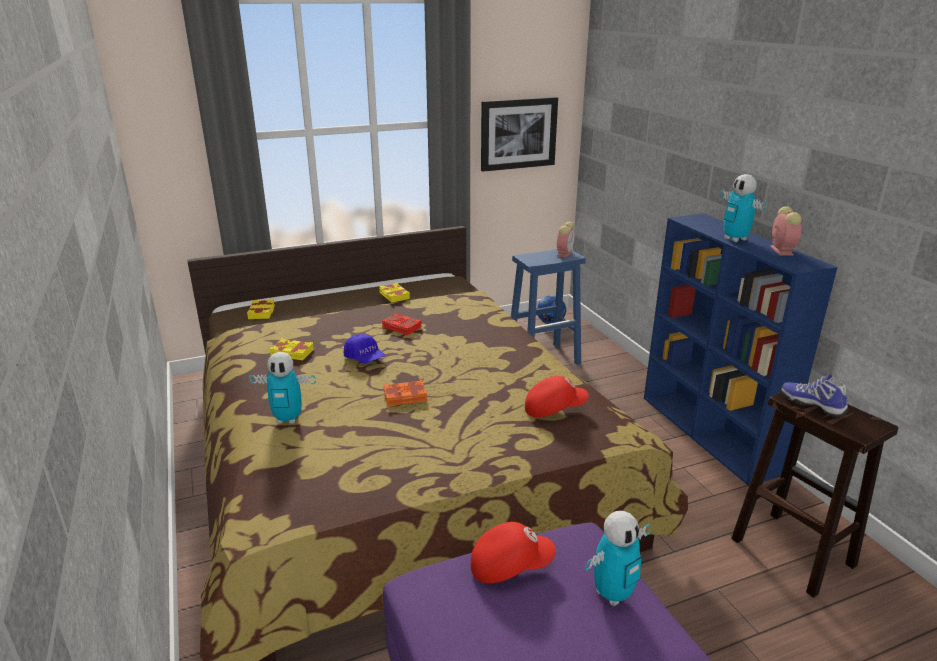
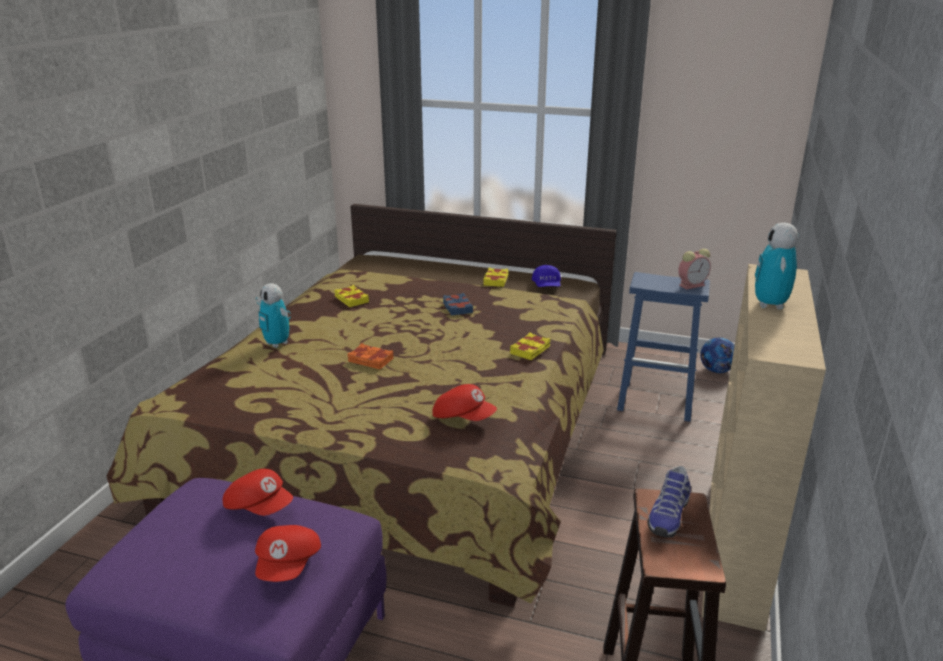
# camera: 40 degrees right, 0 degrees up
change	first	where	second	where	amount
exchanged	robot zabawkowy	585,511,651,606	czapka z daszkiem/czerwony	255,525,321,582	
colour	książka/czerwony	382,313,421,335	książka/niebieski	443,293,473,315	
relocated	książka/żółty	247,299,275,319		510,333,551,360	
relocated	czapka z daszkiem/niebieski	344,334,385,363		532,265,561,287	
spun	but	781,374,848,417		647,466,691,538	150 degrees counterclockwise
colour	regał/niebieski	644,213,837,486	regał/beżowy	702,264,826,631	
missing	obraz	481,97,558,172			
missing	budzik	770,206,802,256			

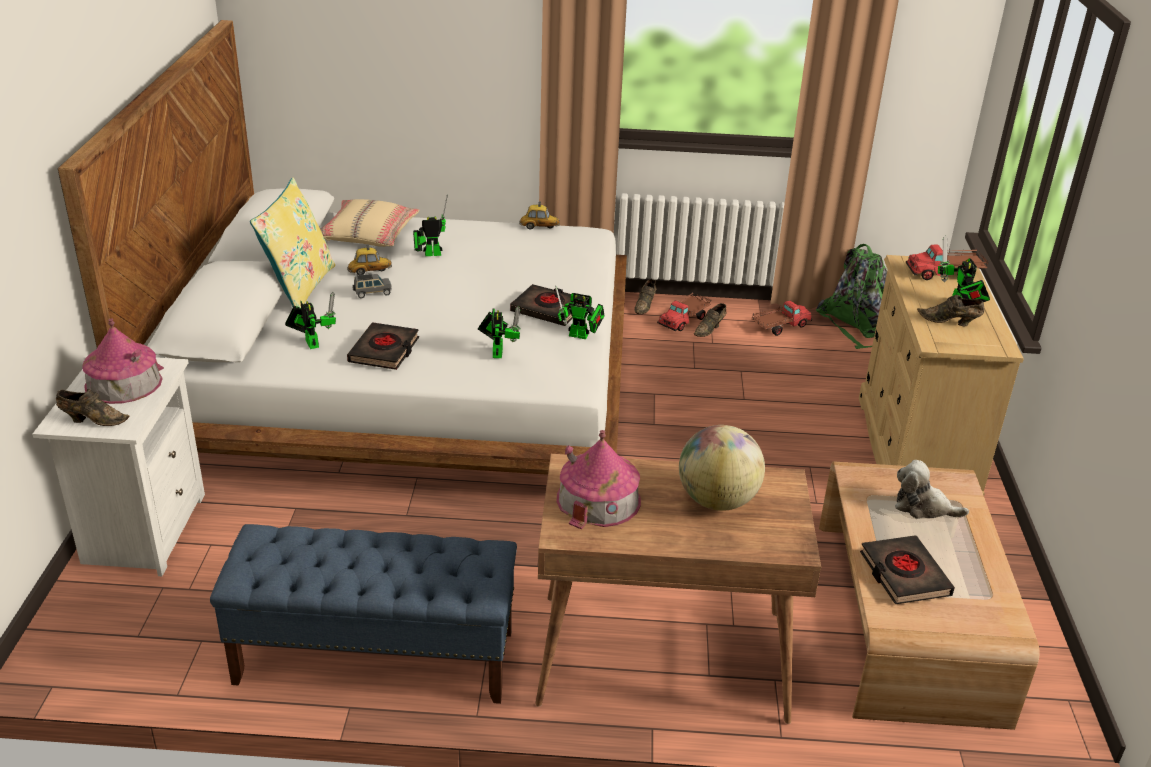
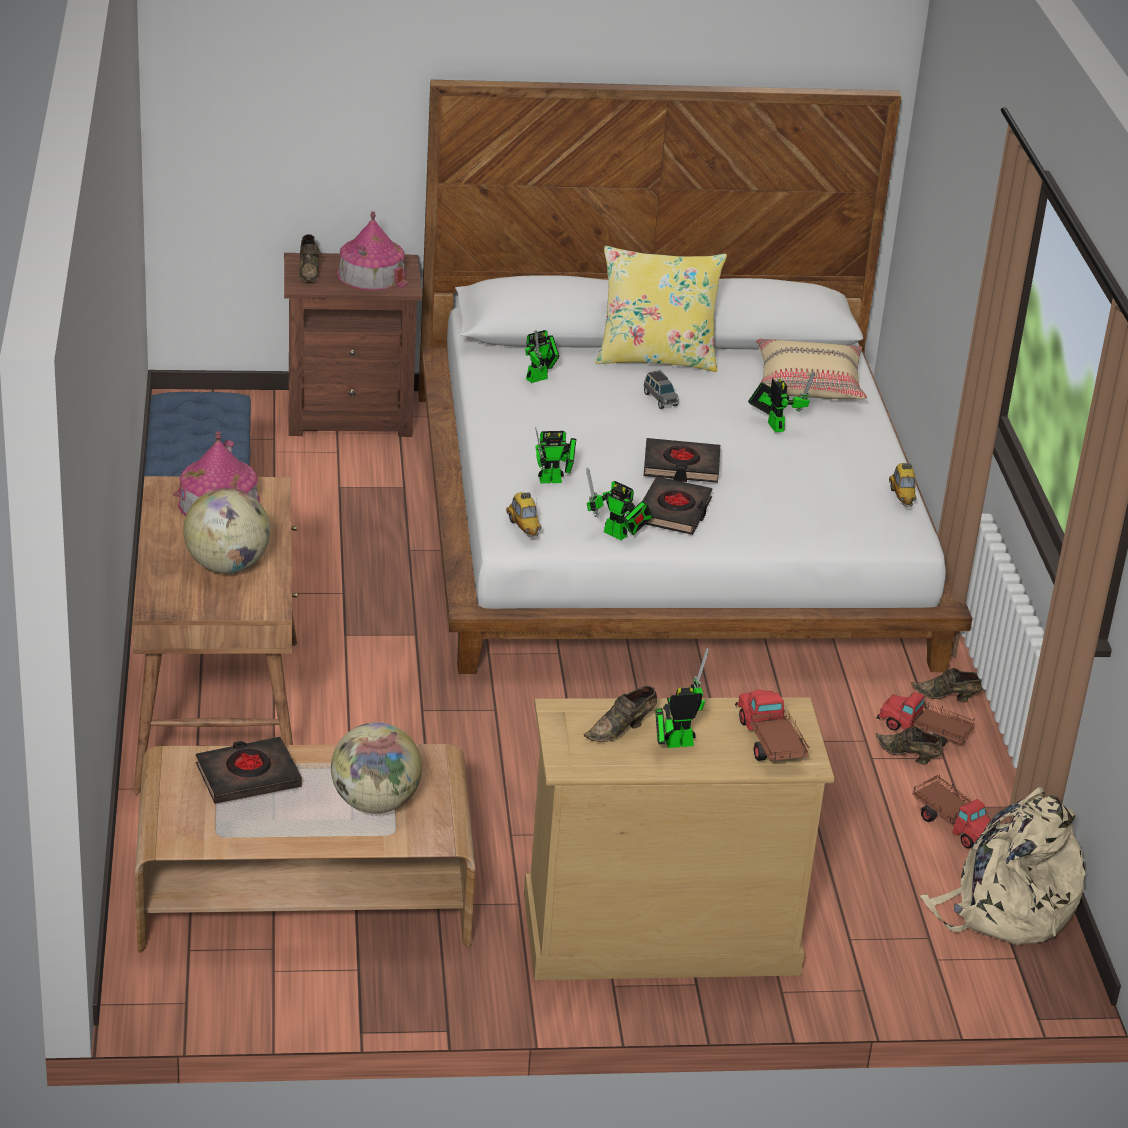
# camera: 80 degrees right, 0 degrees up
change	first	where	second	where	amount
colour	szafka nocna/biały	32,357,205,576	szafka nocna/brązowy	284,253,422,437	
exchanged	pluszak	895,460,969,519	globus	331,722,422,814	
relocated	samochodzik	347,244,392,275		506,492,542,538	
spun	but/brązowy	917,295,984,326		584,686,657,742	135 degrees counterclockwise
spun	robot zabawkowy	556,286,605,339		586,468,652,540	60 degrees counterclockwise
relocated	książka/czarny	347,322,419,370		644,438,720,483	
colour	plecak/zielony	816,244,887,349	plecak/beżowy	920,787,1086,945	

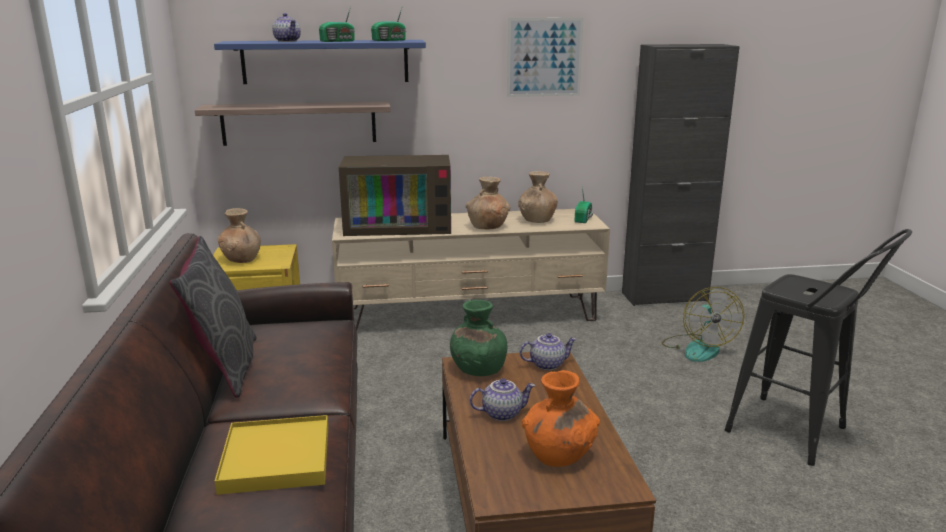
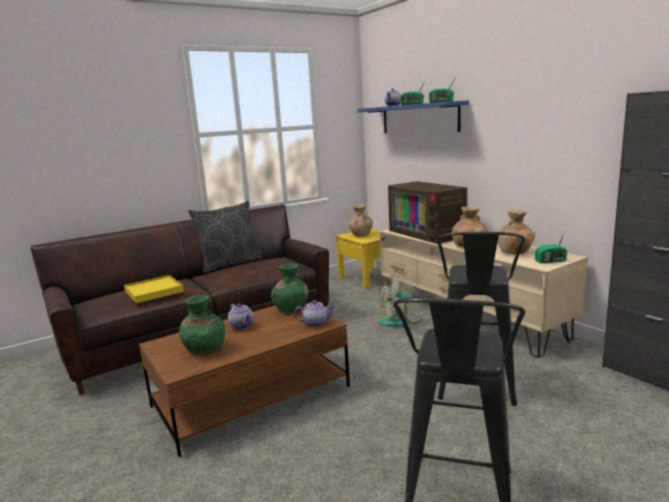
# camera: 65 degrees right, 5 degrees down
change	first	where	second	where	amount
colour	wazon/pomarańczowy	522,370,600,467	wazon/zielony	179,295,225,354	
spun	imbryk	520,333,577,370		294,300,336,327	60 degrees counterclockwise
relocated	wentylator	662,287,744,362		378,276,422,327	
appeared			stołek/czarny	437,232,525,406	
missing	półka	195,102,391,146			
missing	obraz	507,18,584,97			

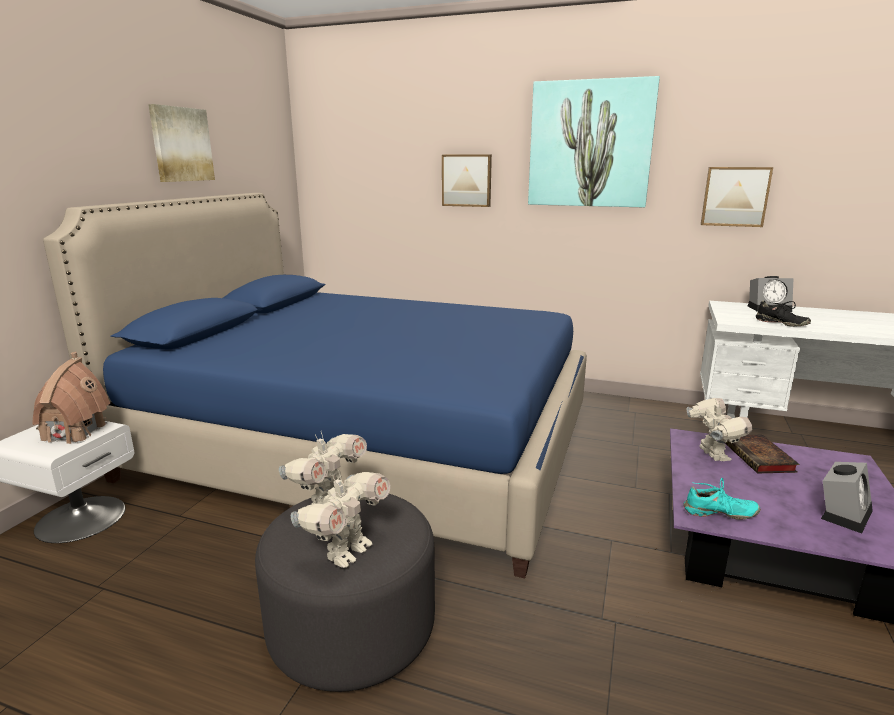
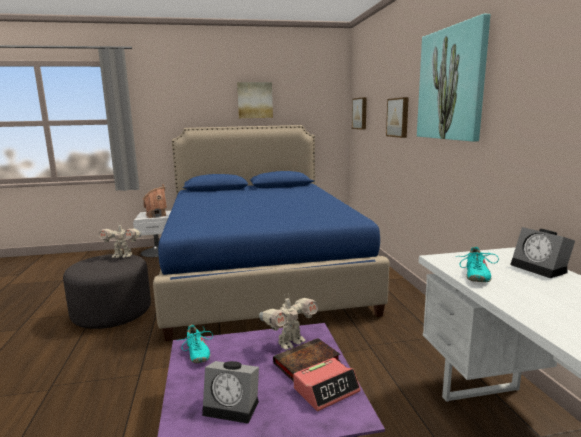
# camera: 60 degrees right, 5 degrees down
change	first	where	second	where	amount
appeared			budzik	293,358,361,411	
relocated	obraz	701,167,773,227		352,97,367,130	
colour	but/czarny	756,300,811,327	but/turkusowy	456,246,499,282	
missing	robot zabawkowy	291,470,390,568			

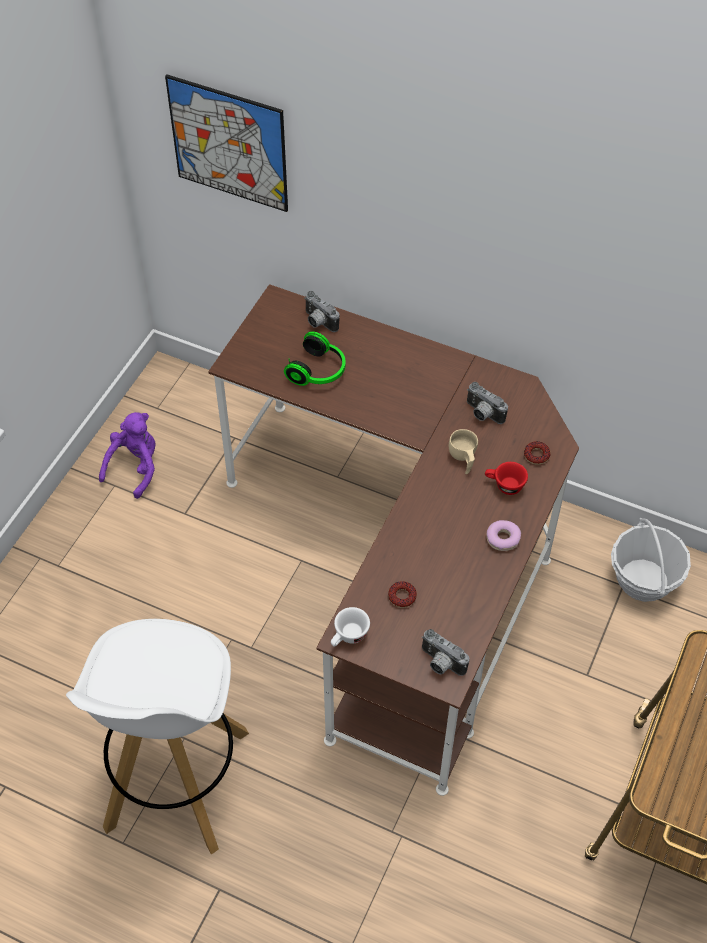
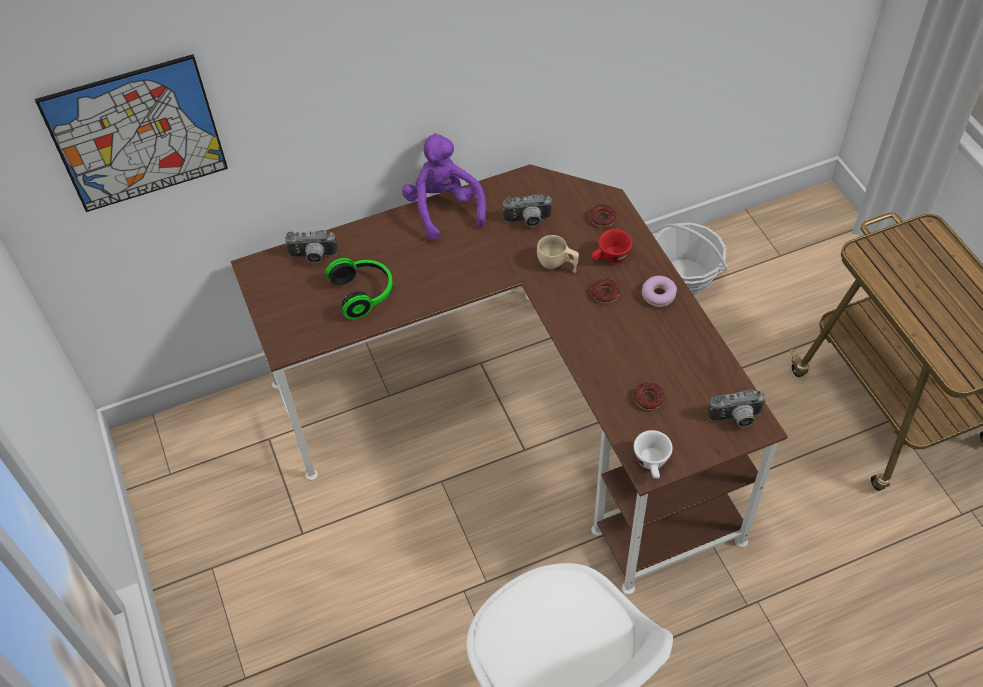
# camera: 45 degrees left, 0 degrees up
change	first	where	second	where	amount
relocated	pluszak/fioletowy	99,412,156,499		402,133,486,241	
appeared			donut	592,279,620,303	

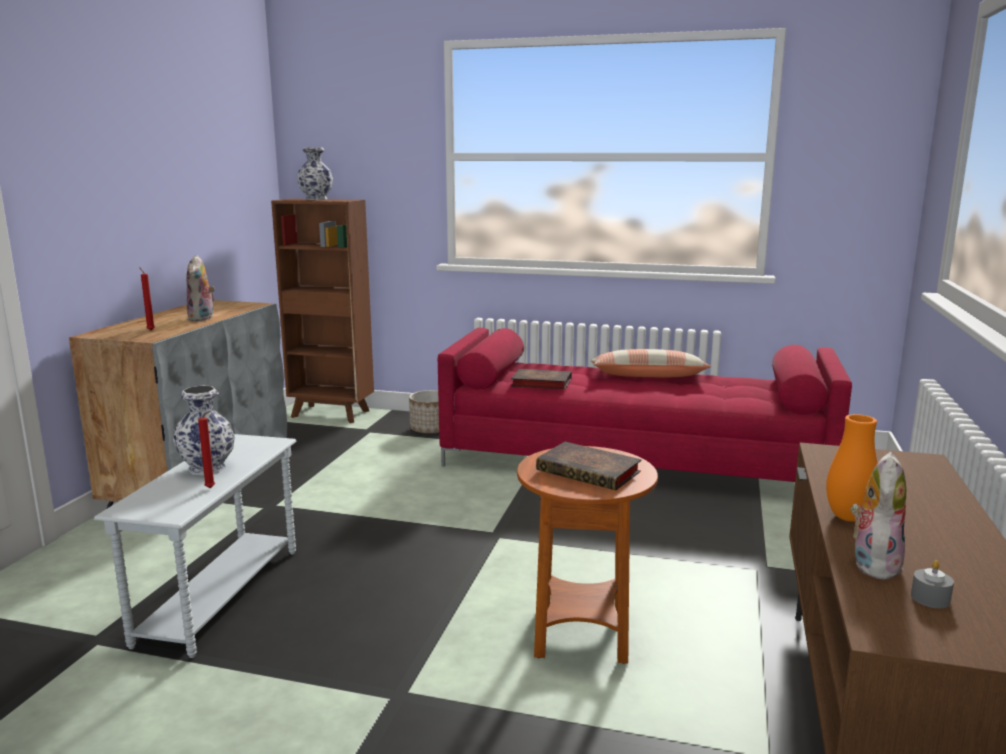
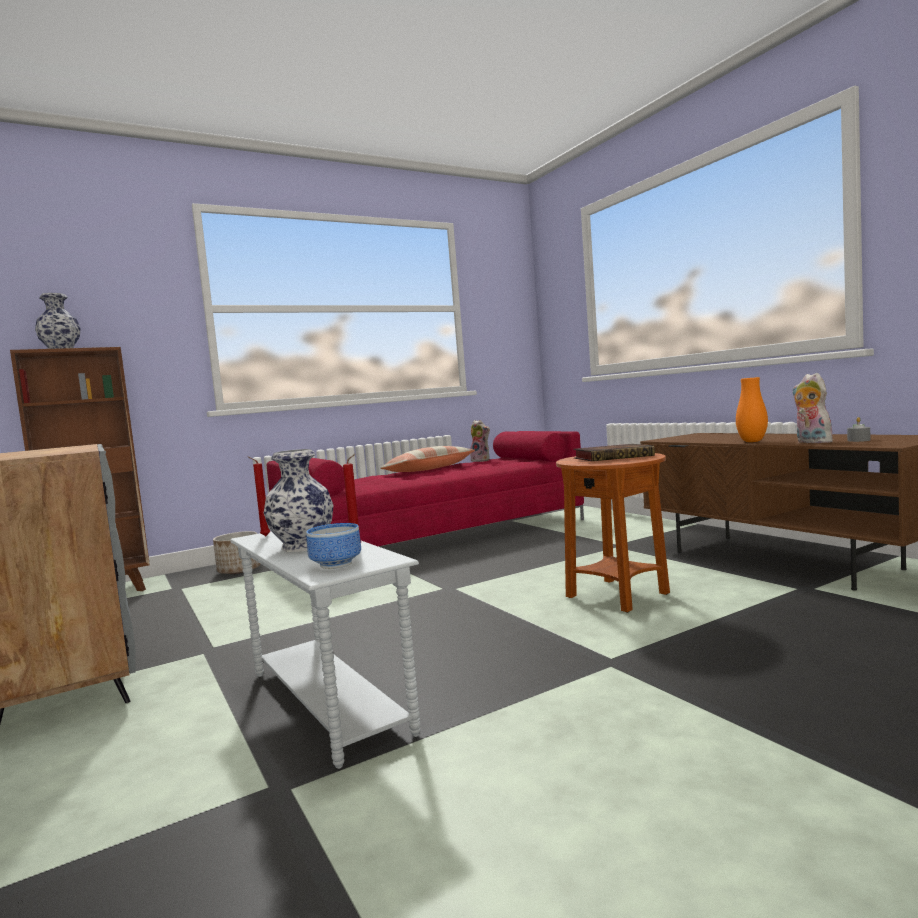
# camera: 45 degrees left, 10 degrees down
change	first	where	second	where	amount
relocated	świeca/czerwony	139,267,155,330		248,457,270,536	
appeared			miska	306,523,361,569	
relocated	pluszak	186,255,215,322		470,420,490,462	
missing	książka	511,369,572,389			

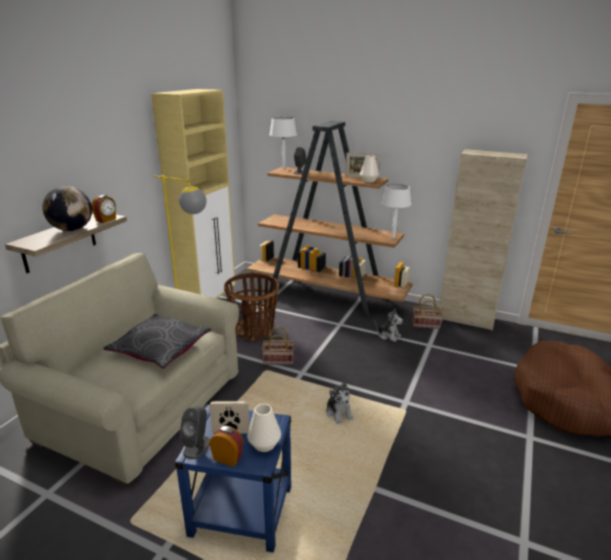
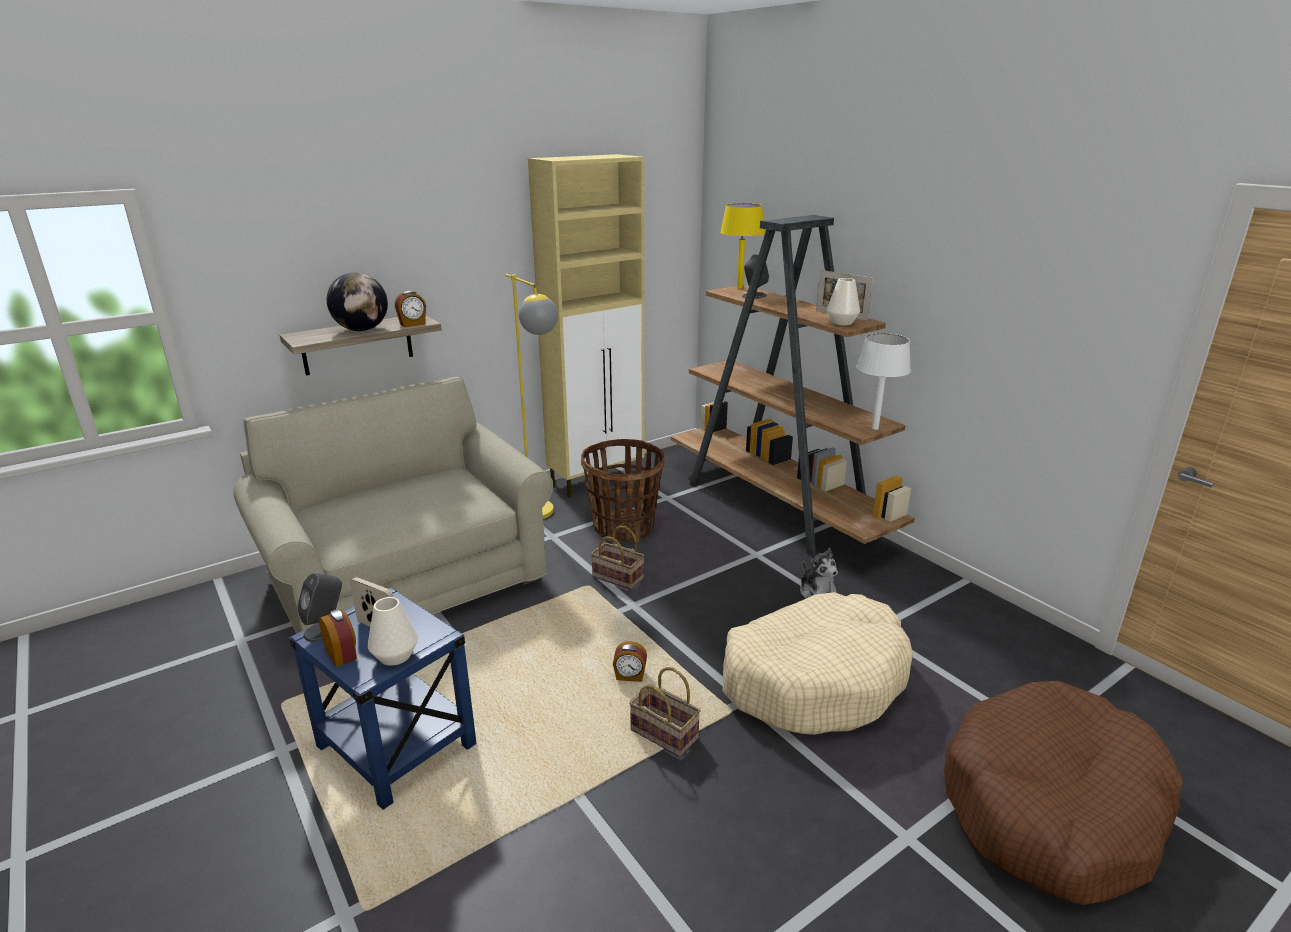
# camera: 30 degrees right, 0 degrees up
change	first	where	second	where	amount
exchanged	pluszak	326,382,354,424	budzik	613,641,647,682	
relocated	koszyk	412,294,443,329		629,667,701,757	
colour	lampa stołowa/biały	270,117,297,169	lampa stołowa/żółty	720,203,765,289	
appeared			legowisko/beżowy	723,592,913,735	
missing	poduszka/szary	103,314,211,369			
missing	szafka/beżowy	439,149,528,331			

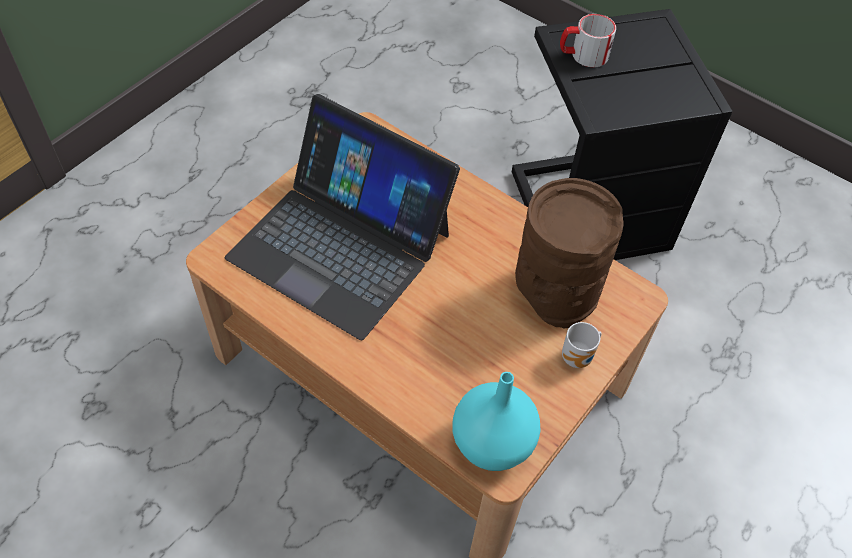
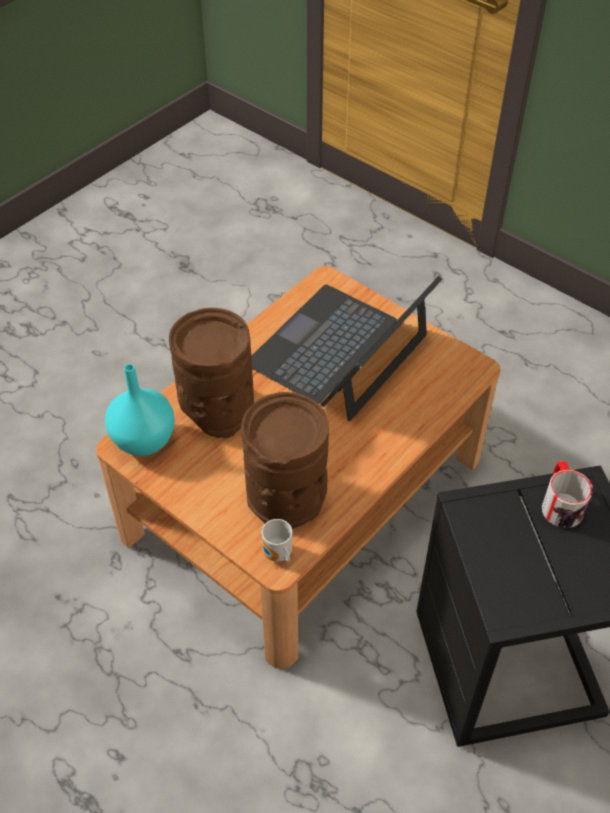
# camera: 95 degrees right, 5 degrees down
change	first	where	second	where	amount
appeared			wazon/brązowy	169,308,254,438	
relocated	kubek	562,322,601,368		262,519,292,562	

